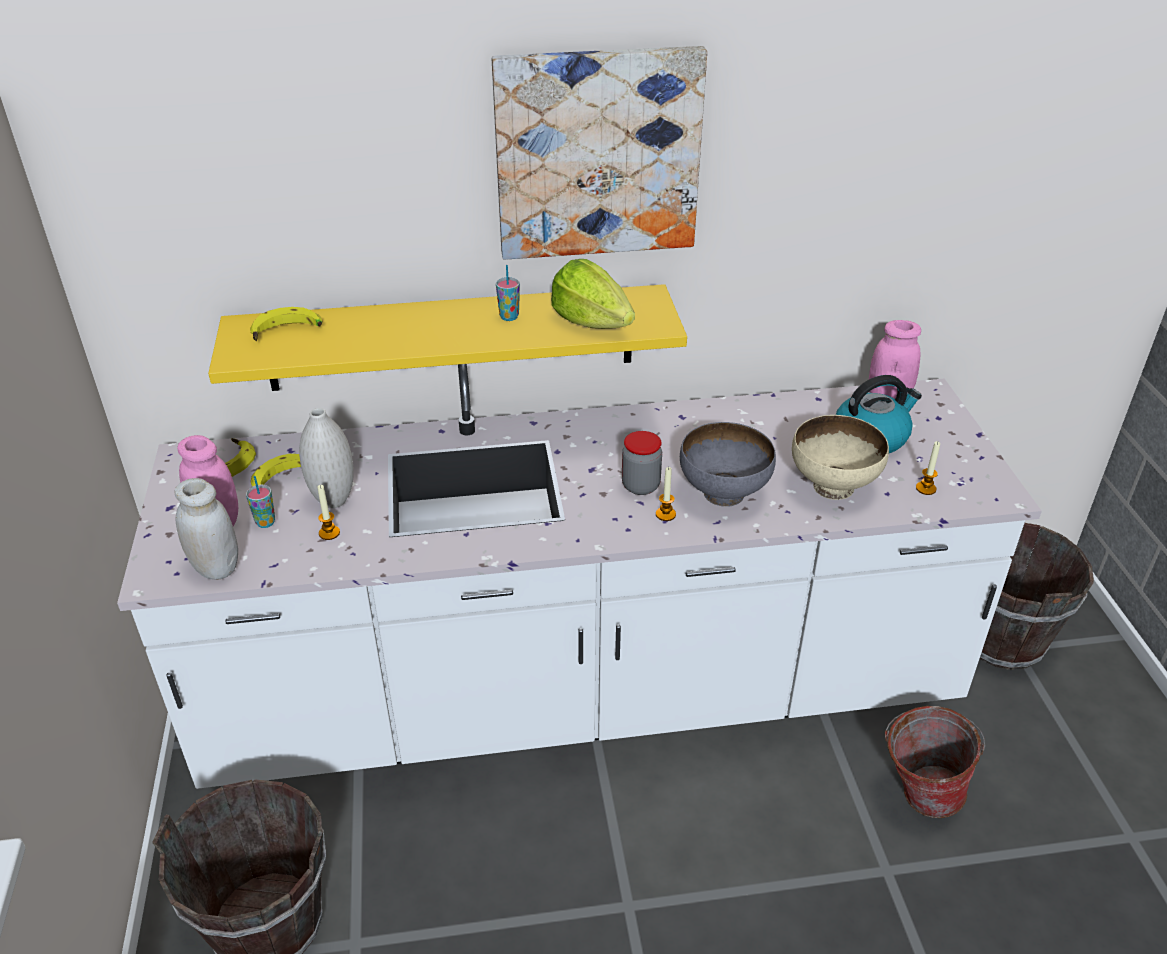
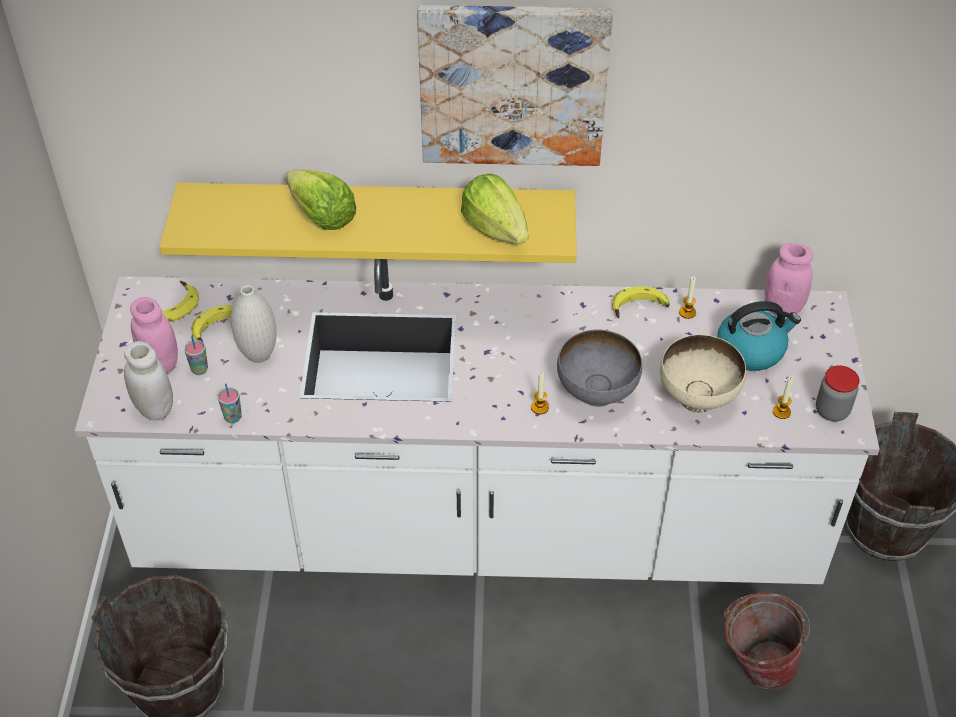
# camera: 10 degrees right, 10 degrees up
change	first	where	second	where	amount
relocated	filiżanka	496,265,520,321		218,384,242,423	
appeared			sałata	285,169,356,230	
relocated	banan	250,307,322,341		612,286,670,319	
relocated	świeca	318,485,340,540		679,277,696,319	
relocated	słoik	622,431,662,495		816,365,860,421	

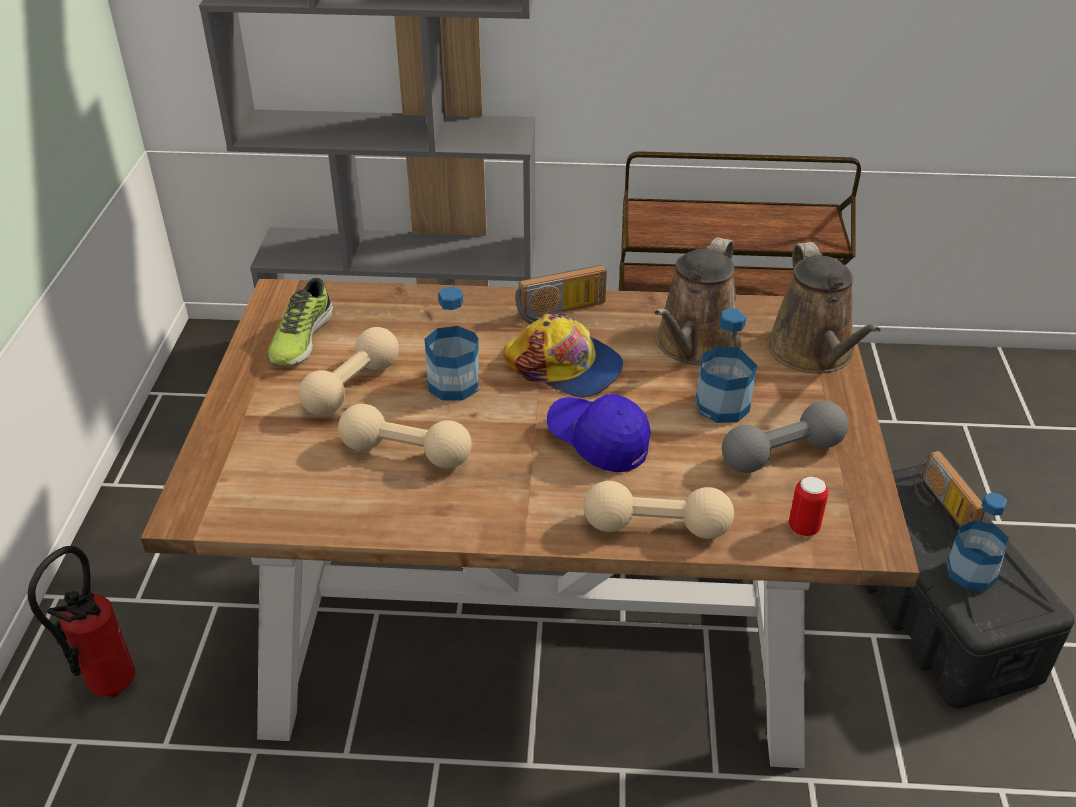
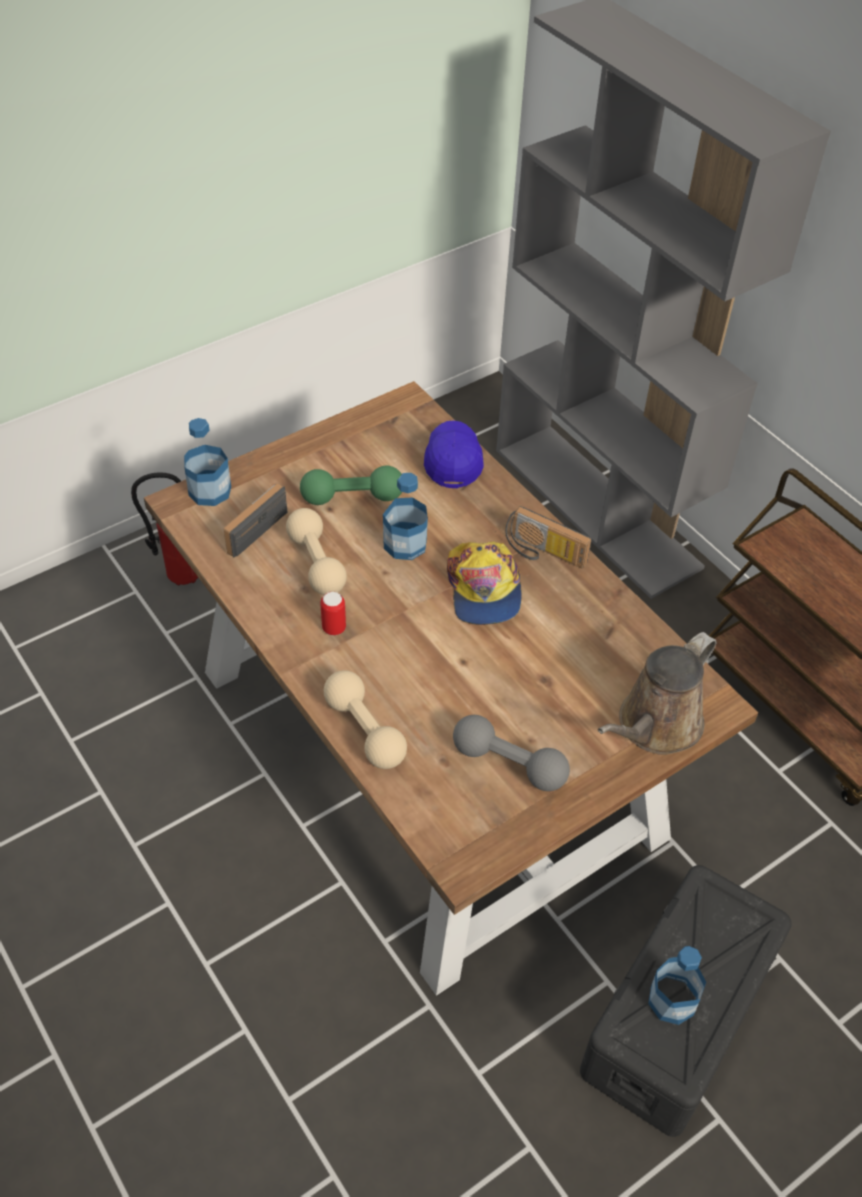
# camera: 50 degrees right, 10 degrees up
change	first	where	second	where	amount
relocated	butelka	696,308,757,423		184,418,231,506	
relocated	radio	914,451,985,526		224,483,287,558	
colour	hantel/beżowy	299,327,399,416	hantel/zielony	300,465,402,505	
relocated	puszka	789,476,828,537		320,592,346,635	
relocated	czapka z daszkiem/niebieski	547,394,650,472		424,420,484,488	
missing	but	269,278,333,365			
missing	konewka/brązowy	654,237,742,365			

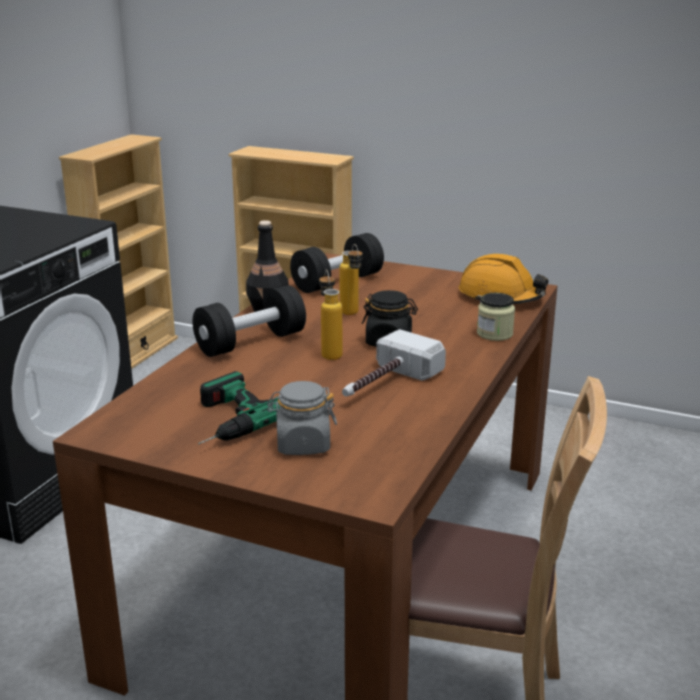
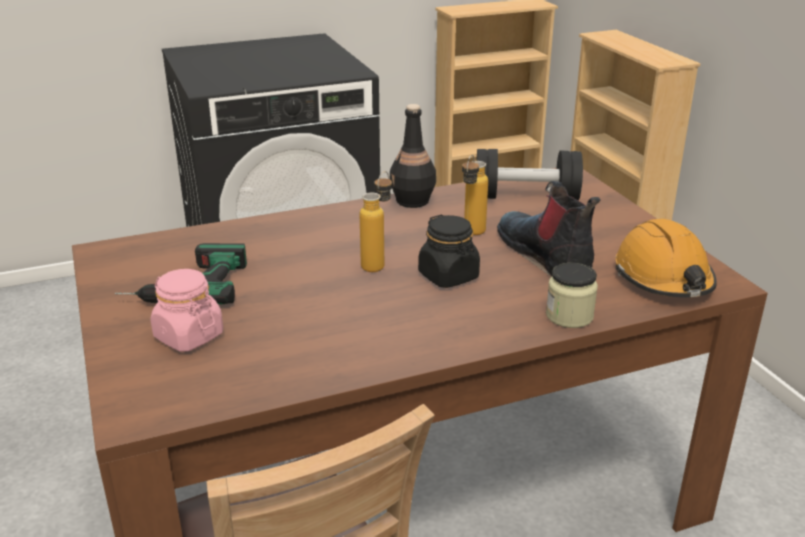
# camera: 45 degrees right, 5 degrees up
change	first	where	second	where	amount
colour	słoik/szary	267,381,337,455	słoik/różowy	151,269,223,352	
appeared			but z cholewką	497,181,601,277	
missing	hantel/czarny	193,285,306,357			
missing	młotek	342,329,446,396			

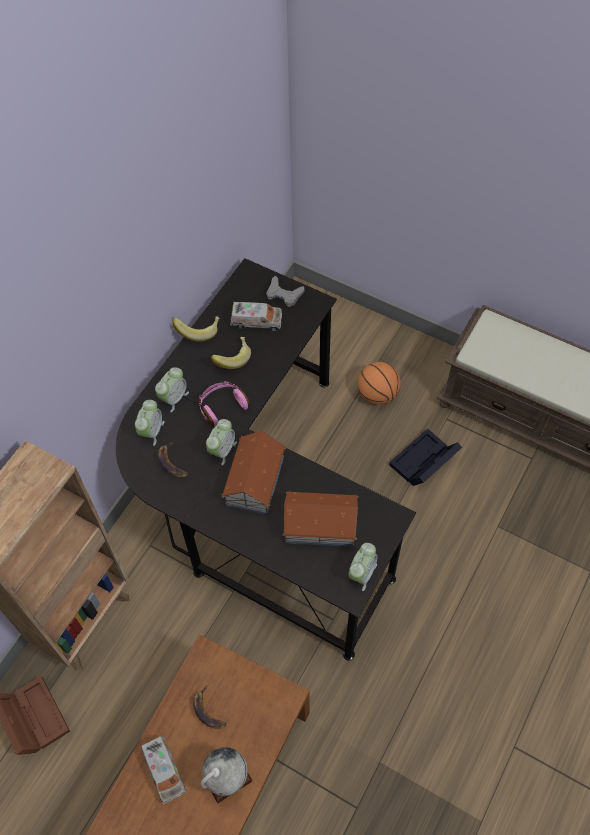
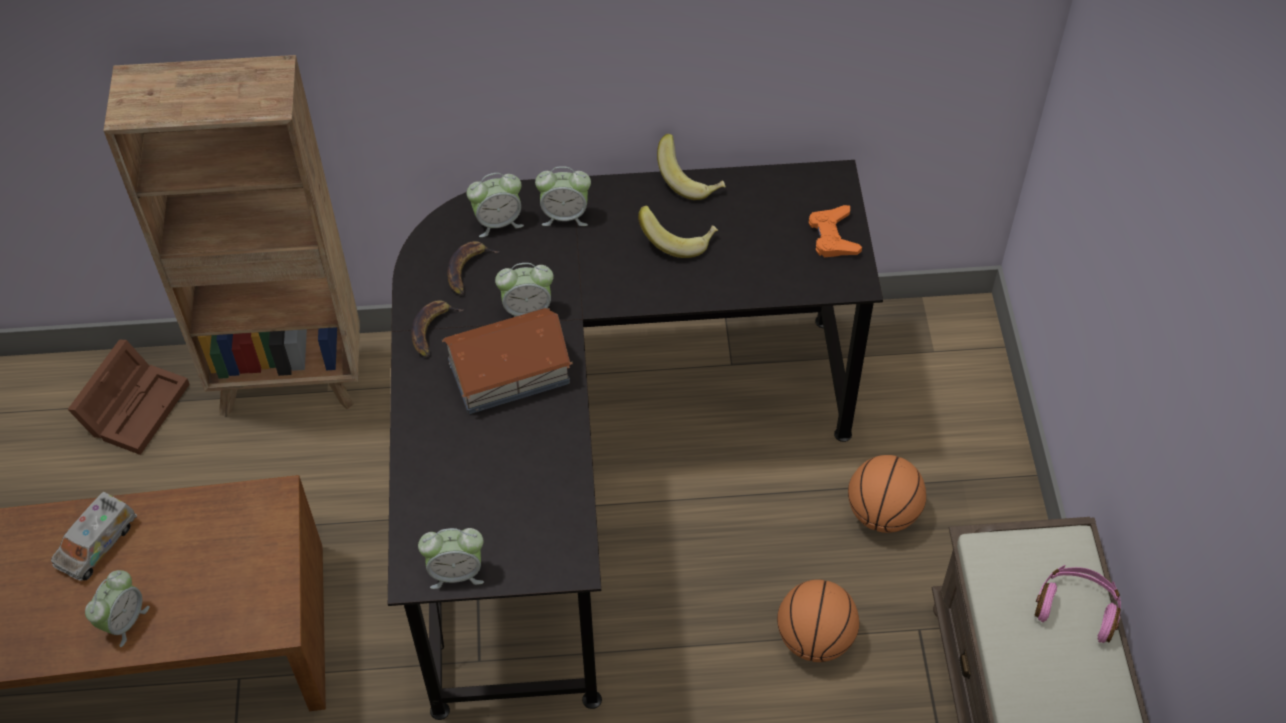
# camera: 55 degrees right, 5 degrees down
change	first	where	second	where	amount
exchanged	globus	200,747,253,803	budzik	85,570,150,647	
relocated	banan	193,686,227,729		411,300,464,357	
exchanged	pojemnik do przechowywania/czarny	389,429,462,486	piłka do koszykówki	777,579,859,662	
colour	pad do gier/szary	267,276,304,307	pad do gier/pomarańczowy	809,205,862,257	
relocated	słuchawki/różowy	199,381,250,427		1035,565,1121,643	
missing	ciężarówka zabawkowa	231,302,282,331			
missing	domek	283,491,358,547			

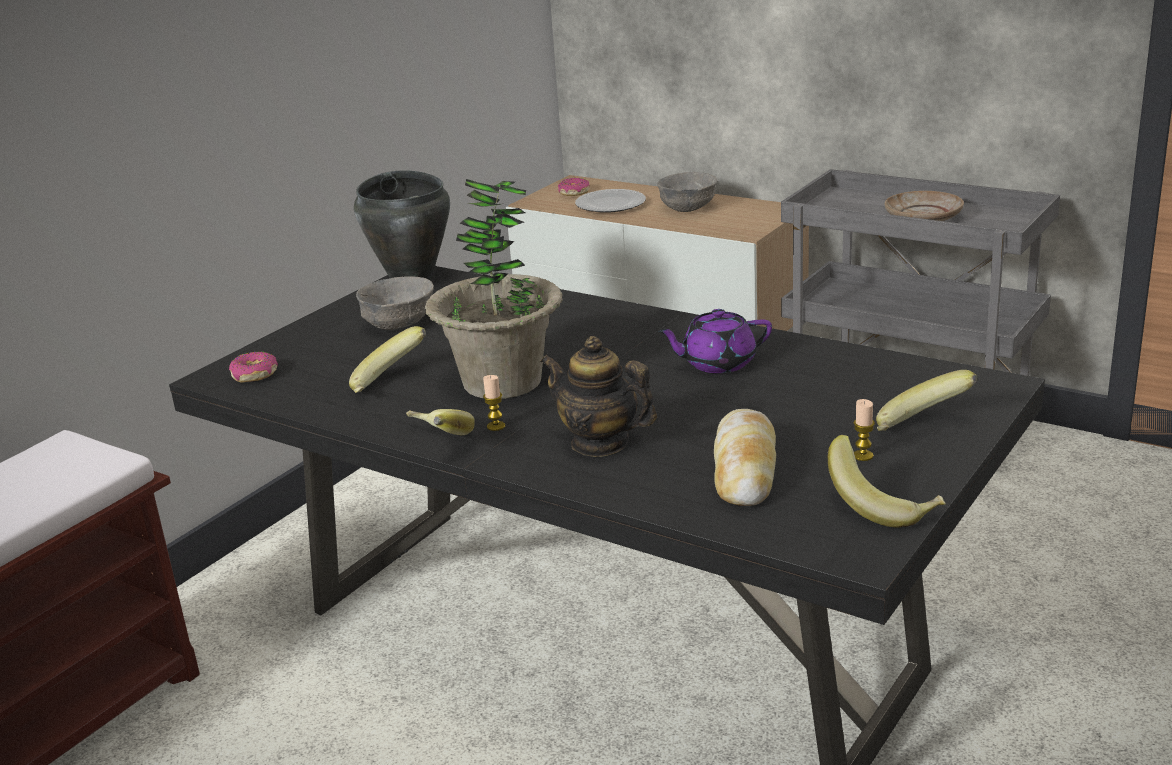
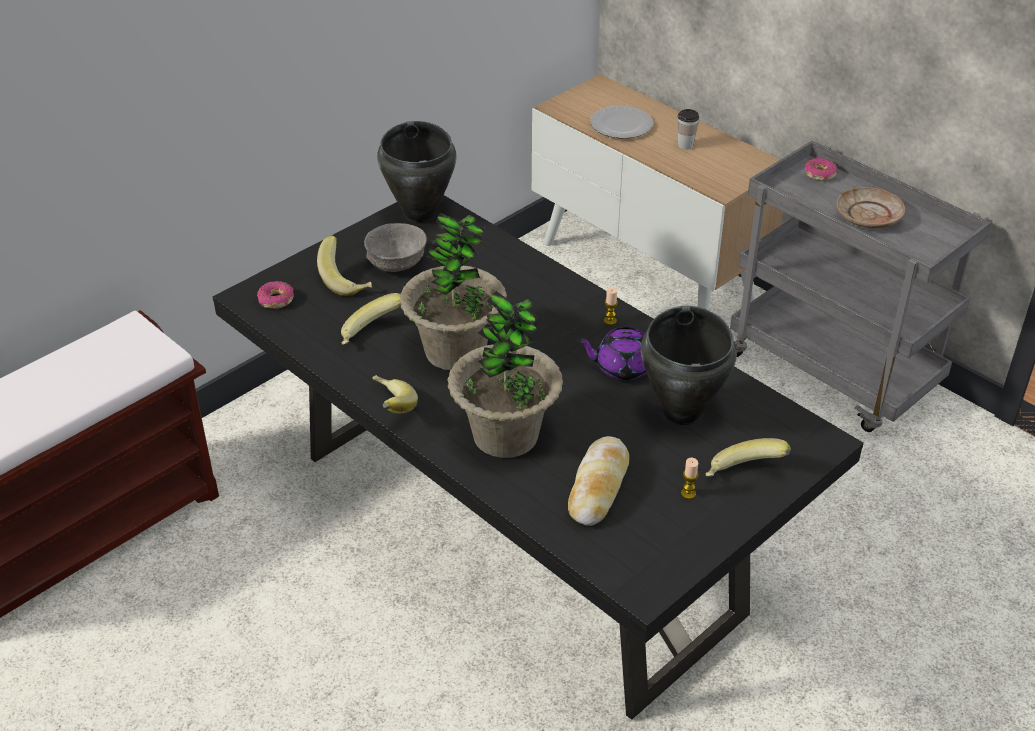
# camera: 10 degrees right, 15 degrees up
change	first	where	second	where	amount
relocated	banan	827,435,946,528		317,236,372,296	
exchanged	imbryk	540,336,657,457	roślina doniczkowa	447,291,563,458	
relocated	świeca	483,375,505,431		604,288,618,325	
appeared			garnek/czarny	641,306,737,425	
exchanged	miska/szary	657,172,718,212	filiżanka	677,109,699,150	
relocated	donut	558,178,590,196		805,158,837,181	

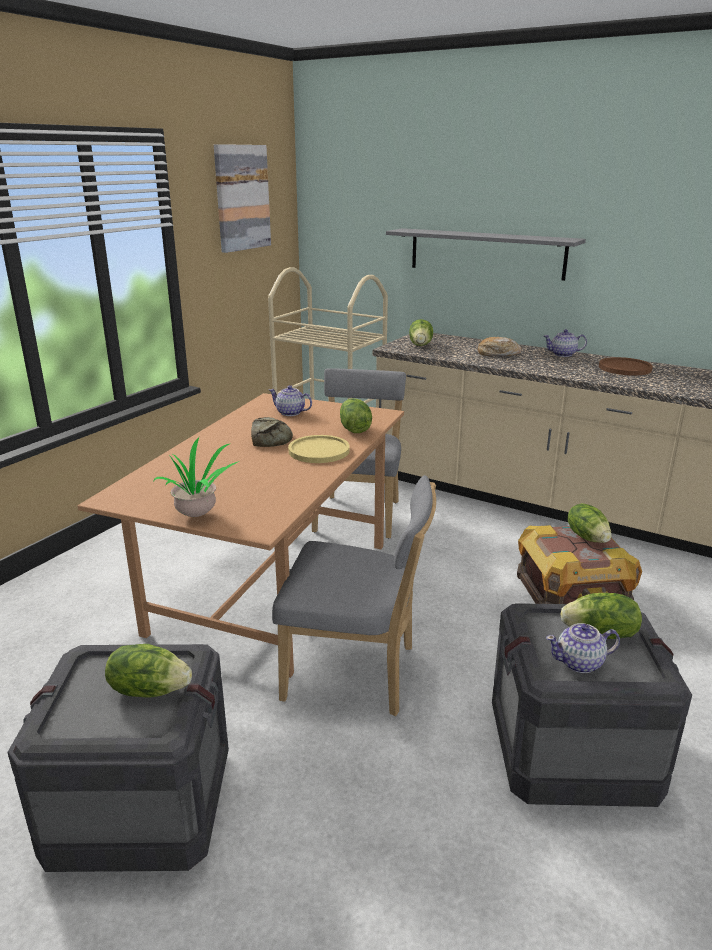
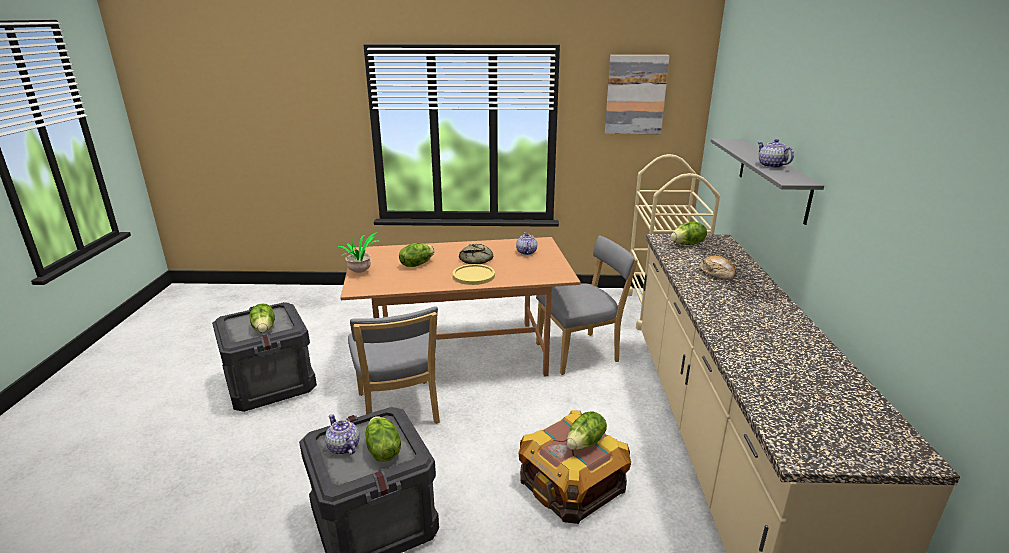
# camera: 60 degrees right, 0 degrees up
change	first	where	second	where	amount
relocated	sałata	340,398,372,433		399,243,434,267	
relocated	imbryk	544,329,587,357		757,139,794,168	
missing	talerz/brązowy	599,357,653,376			

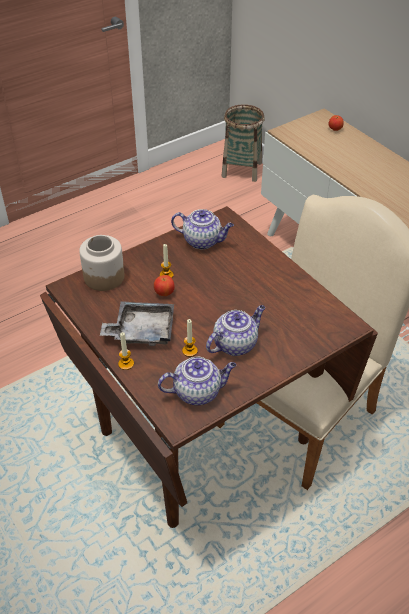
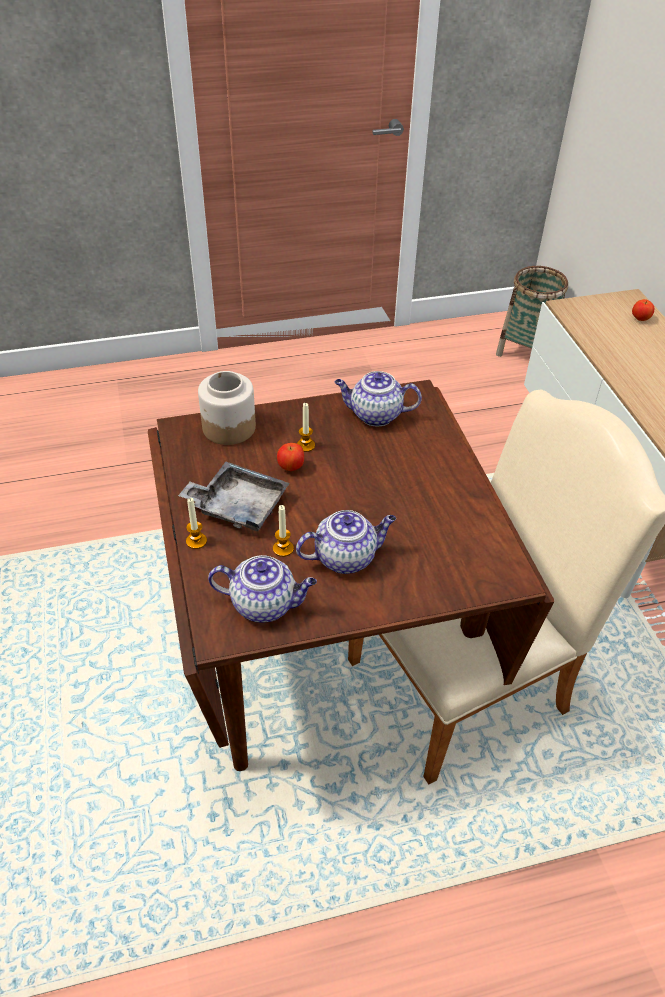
# camera: 20 degrees right, 0 degrees up
change	first	where	second	where	amount
spun	imbryk	171,209,234,249		334,371,422,426	150 degrees clockwise

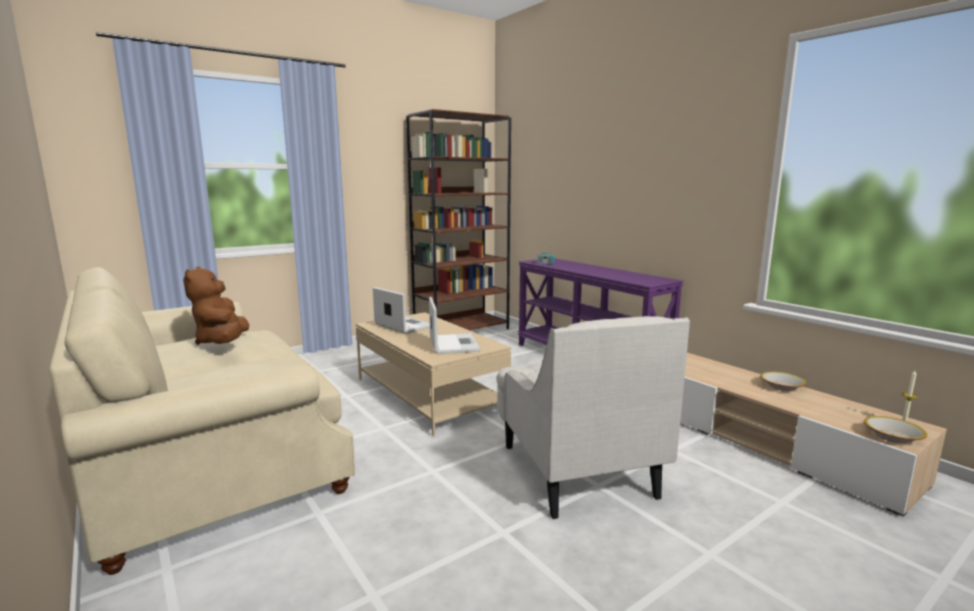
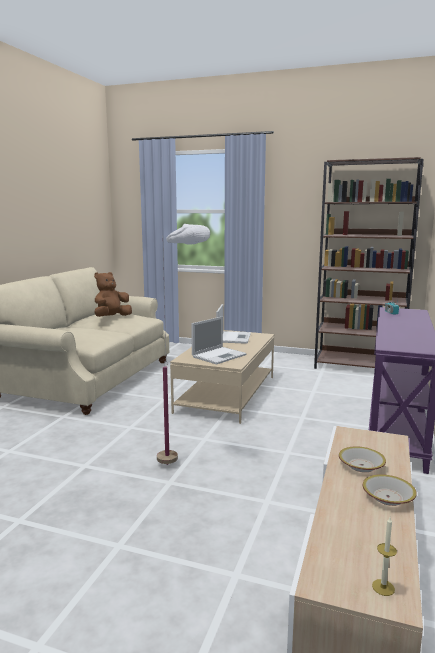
# camera: 55 degrees right, 0 degrees up
change	first	where	second	where	amount
exchanged	fotel/biały	497,316,690,519	lampa stojąca/biały	157,224,210,465	
relocated	miska	864,416,927,443		339,446,386,472	

